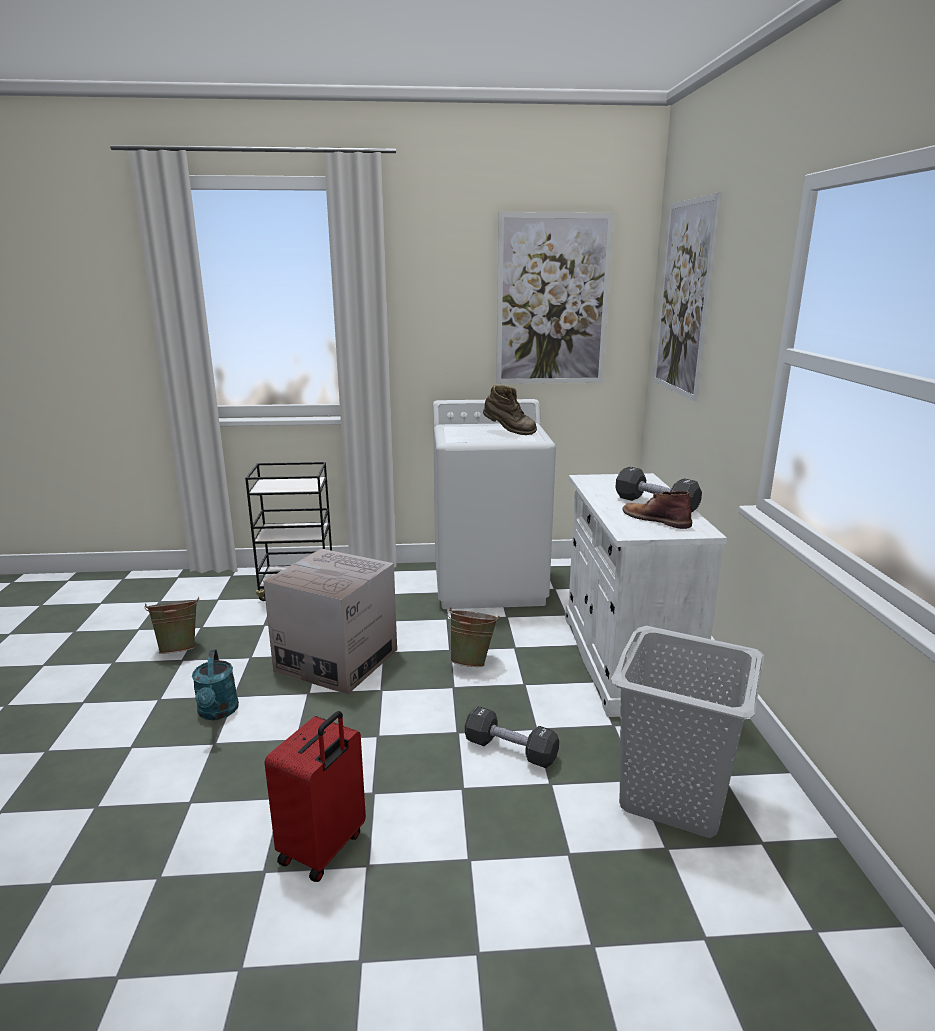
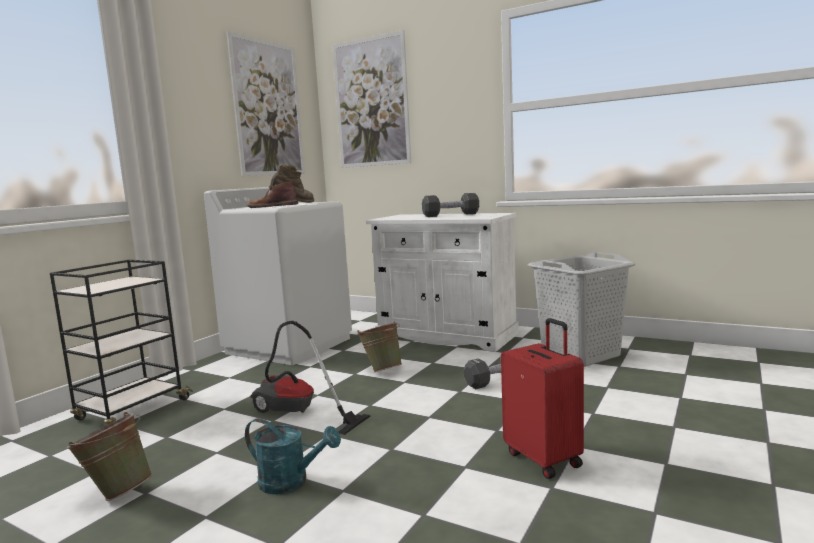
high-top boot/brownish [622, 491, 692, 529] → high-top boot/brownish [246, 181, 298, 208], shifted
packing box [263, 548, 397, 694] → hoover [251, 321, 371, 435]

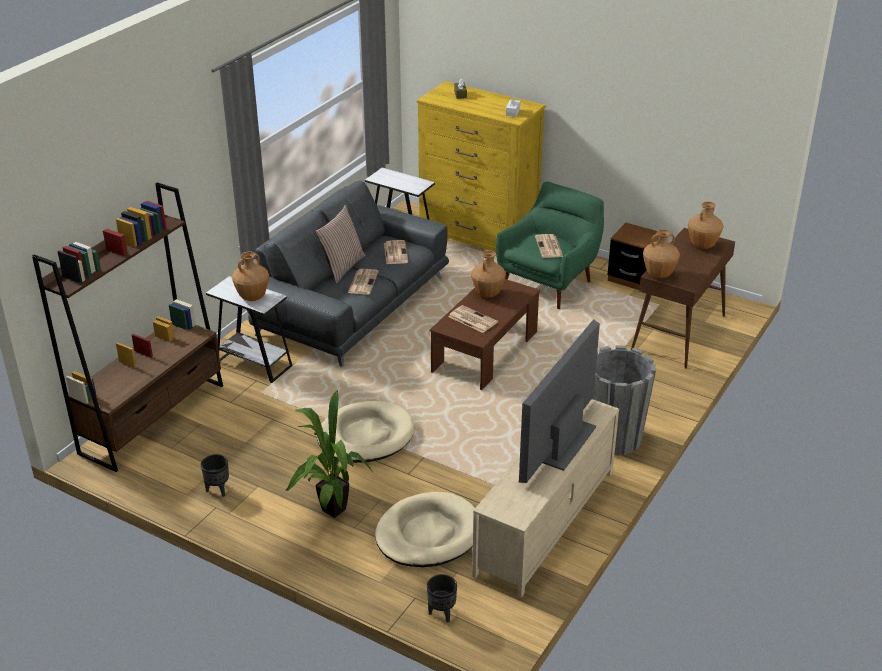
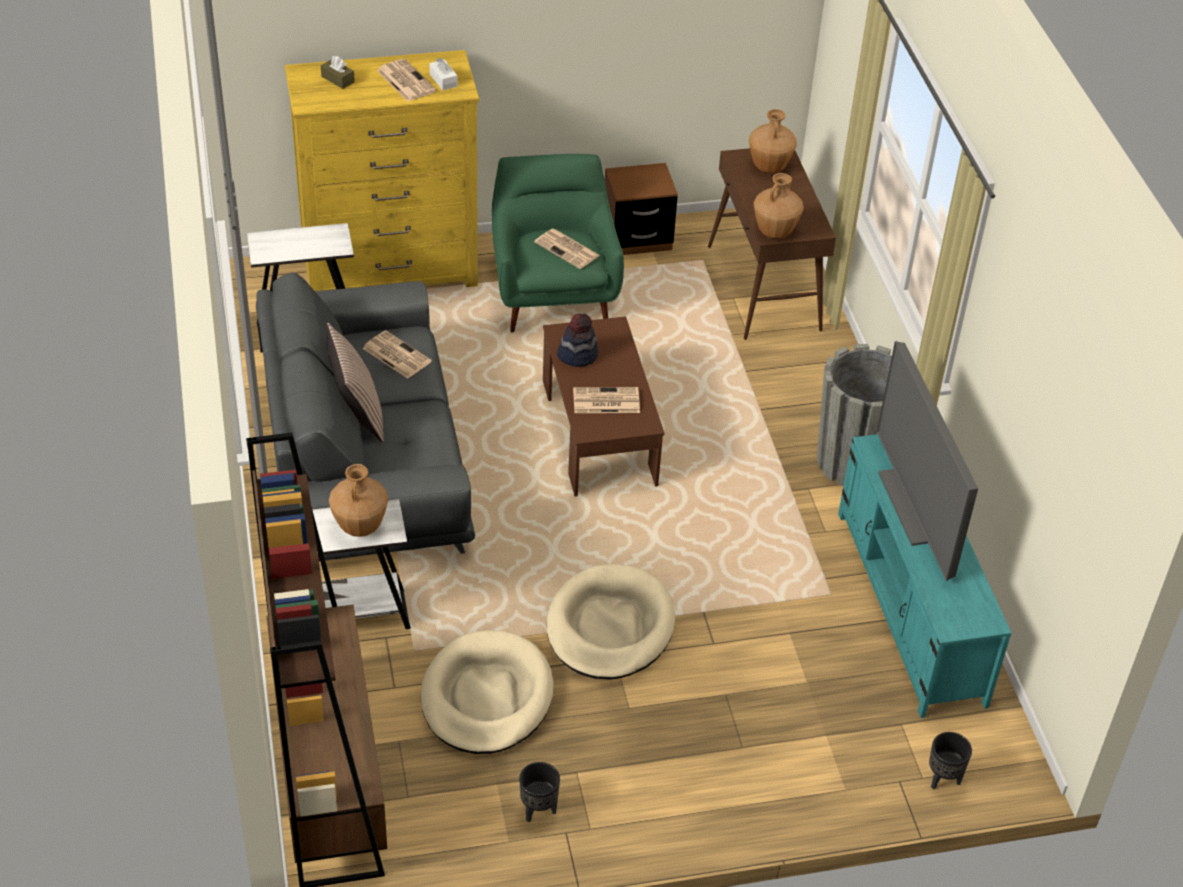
decorative vase/brownish [471, 250, 506, 298] → wearable hat [557, 314, 598, 367]
daily paper [348, 269, 379, 295] → daily paper [377, 59, 437, 102], shifted
plant in a pot [286, 390, 373, 518] → -
media console/sand-coloured [472, 399, 619, 598] → media console/blue-green [838, 434, 1012, 718]
dog cushion/sand-coloured [375, 492, 475, 567] → dog cushion/sand-coloured [421, 630, 554, 754], shifted

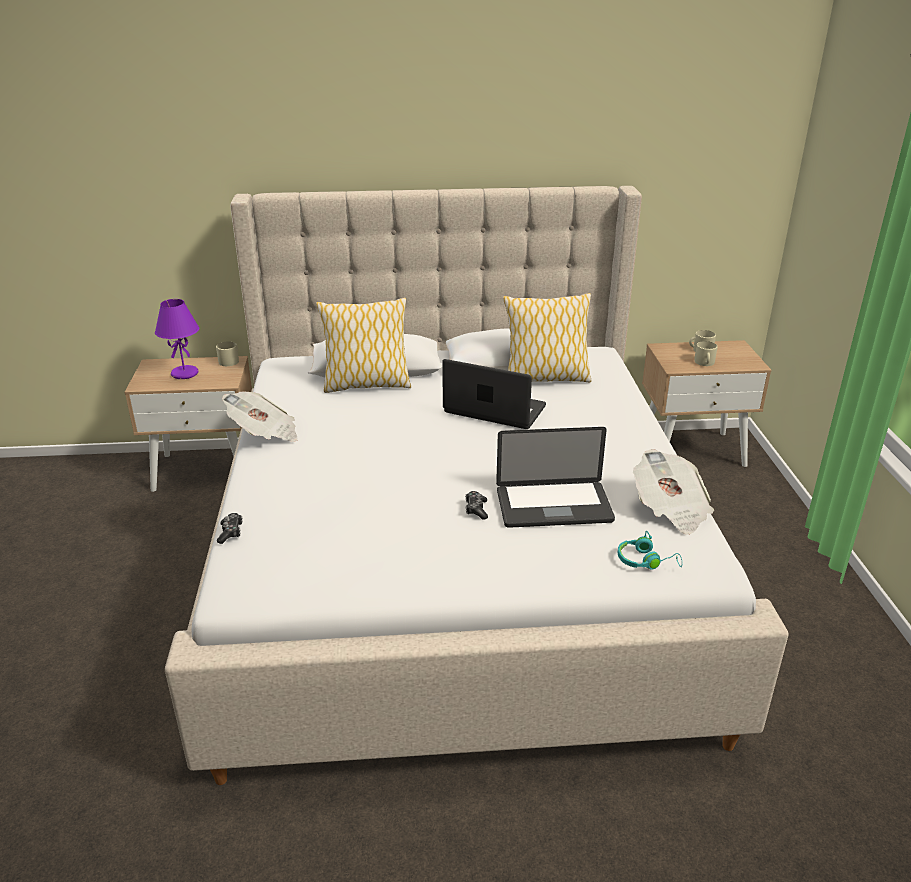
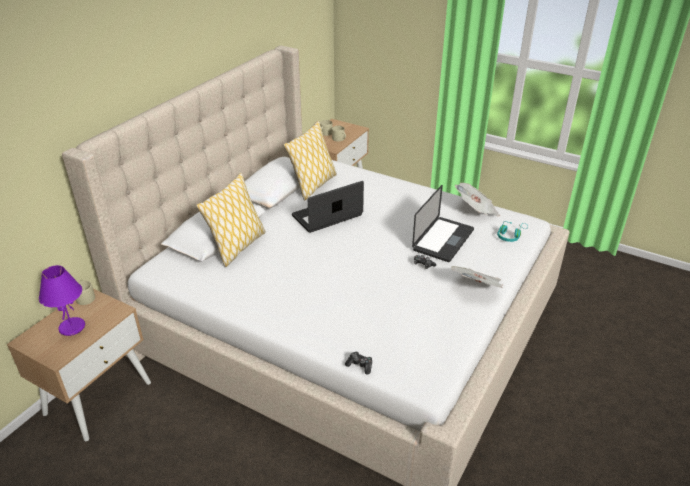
daily paper [222, 392, 298, 442] → daily paper [451, 266, 503, 288], shifted

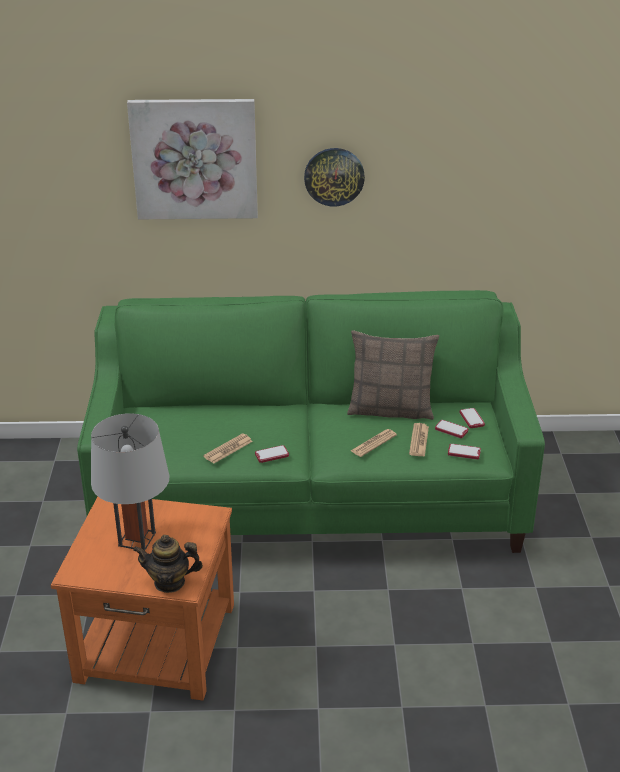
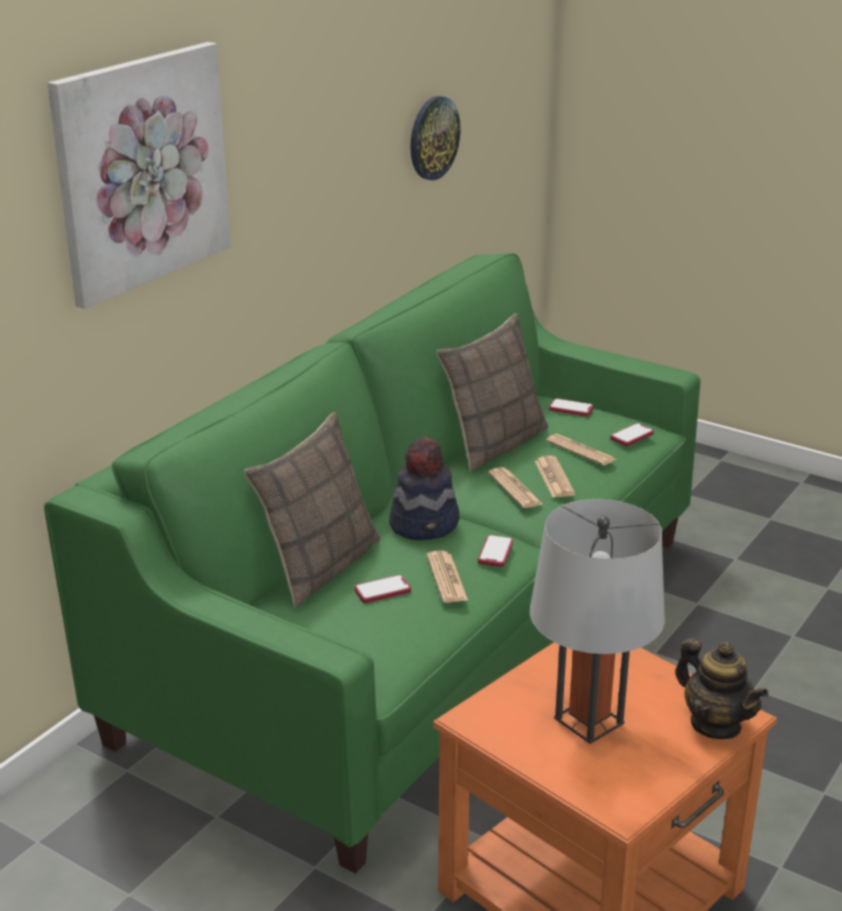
hanging clock [304, 148, 365, 206] → hanging clock [410, 96, 461, 180], shifted
telephone [435, 420, 468, 438] → telephone [354, 575, 411, 603], shifted
tea pot [133, 535, 203, 593] → tea pot [675, 638, 768, 739], 75 degrees counterclockwise
- → cushion [244, 412, 380, 608]
- → wearable hat [389, 436, 460, 540]
- → daily paper [488, 467, 543, 508]

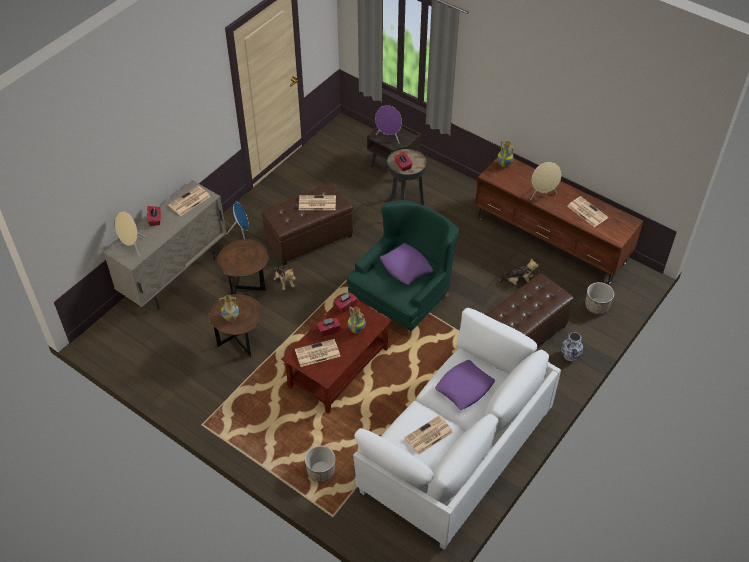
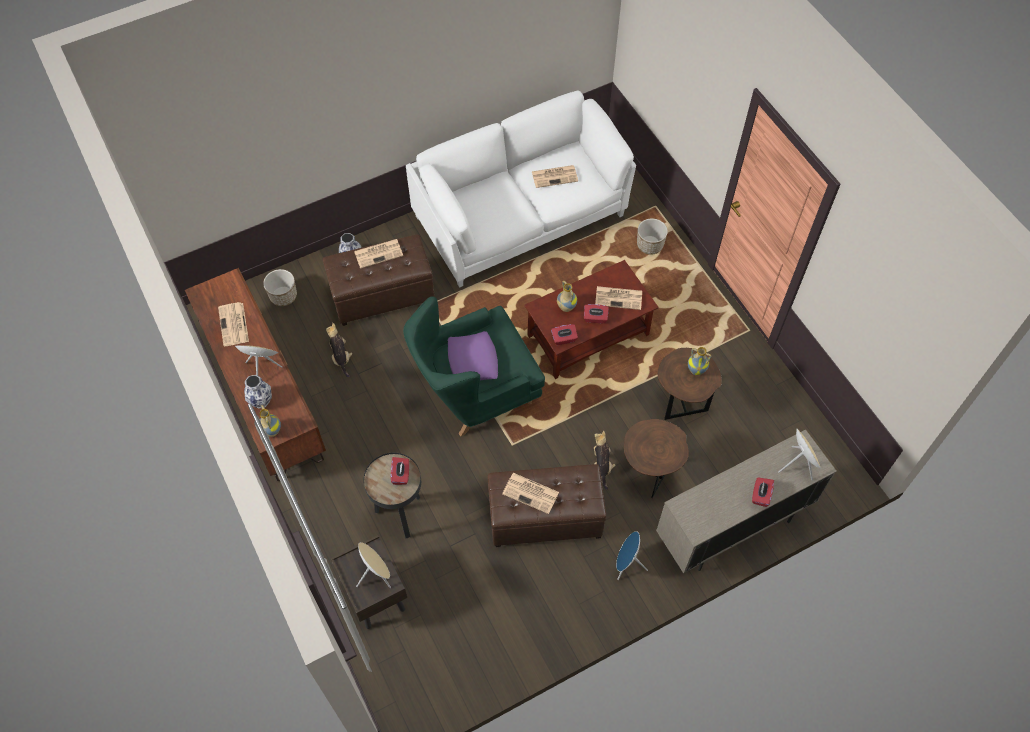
loudspeaker/purple [375, 105, 402, 143] → loudspeaker/sand-coloured [356, 542, 391, 588]
daily paper [168, 186, 211, 216] → daily paper [354, 239, 403, 269], shifted
plush toy [498, 258, 539, 285] → plush toy [326, 323, 352, 377], 45 degrees clockwise
cushion/purple [435, 360, 495, 410] → -
- → decorative vase [244, 375, 272, 408]

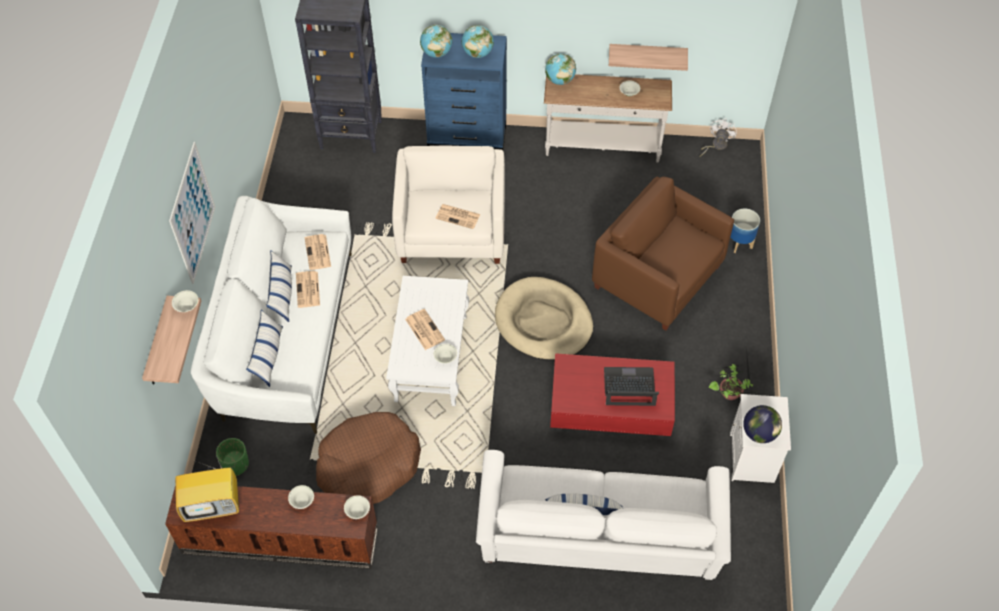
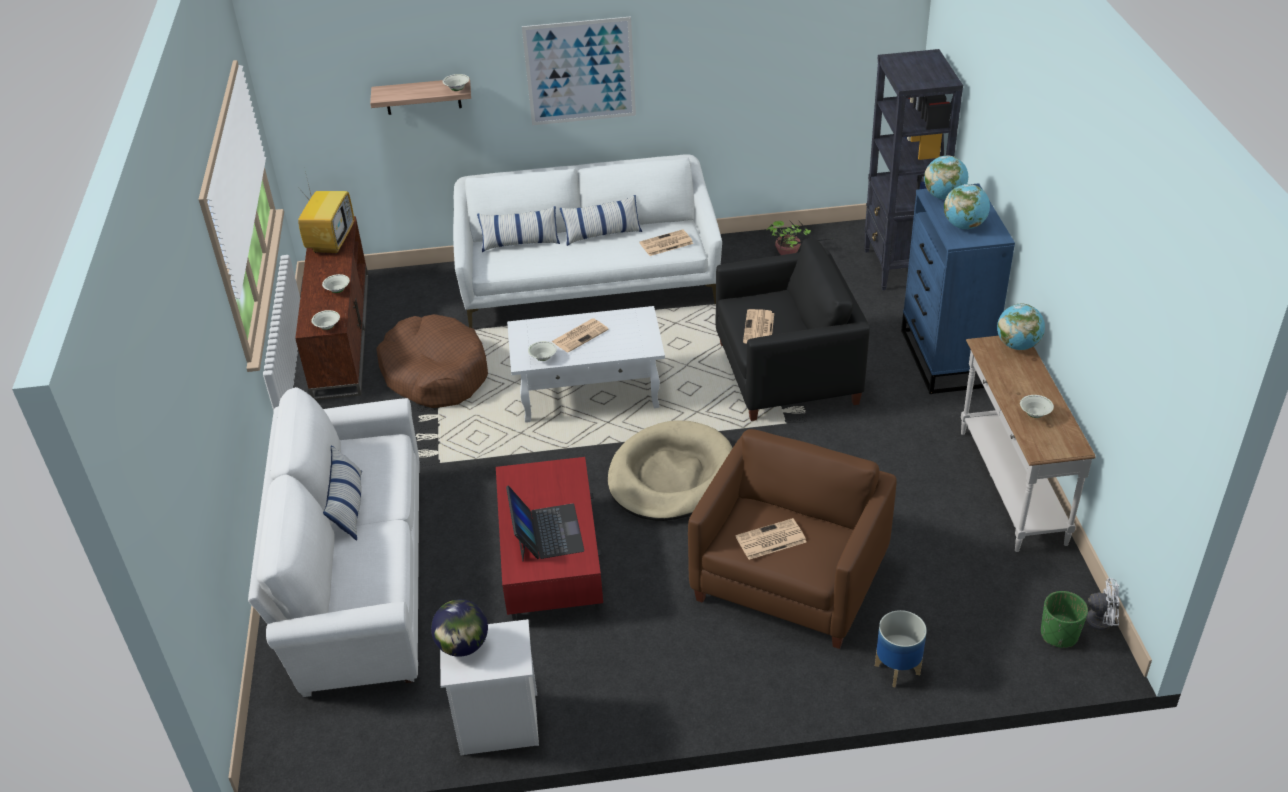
wall shelf [609, 44, 688, 71] → -
lounge chair/whitish [392, 146, 505, 264] → lounge chair/black [716, 239, 870, 421]
daily paper [296, 271, 320, 308] → daily paper [736, 518, 807, 560], shifted
plant in a pot [709, 348, 761, 400] → plant in a pot [766, 220, 837, 255], shifted
planter/greenish [216, 438, 249, 476] → planter/greenish [1041, 591, 1088, 648], shifted
TV [175, 456, 239, 522] → TV [297, 167, 354, 254], 150 degrees counterclockwise

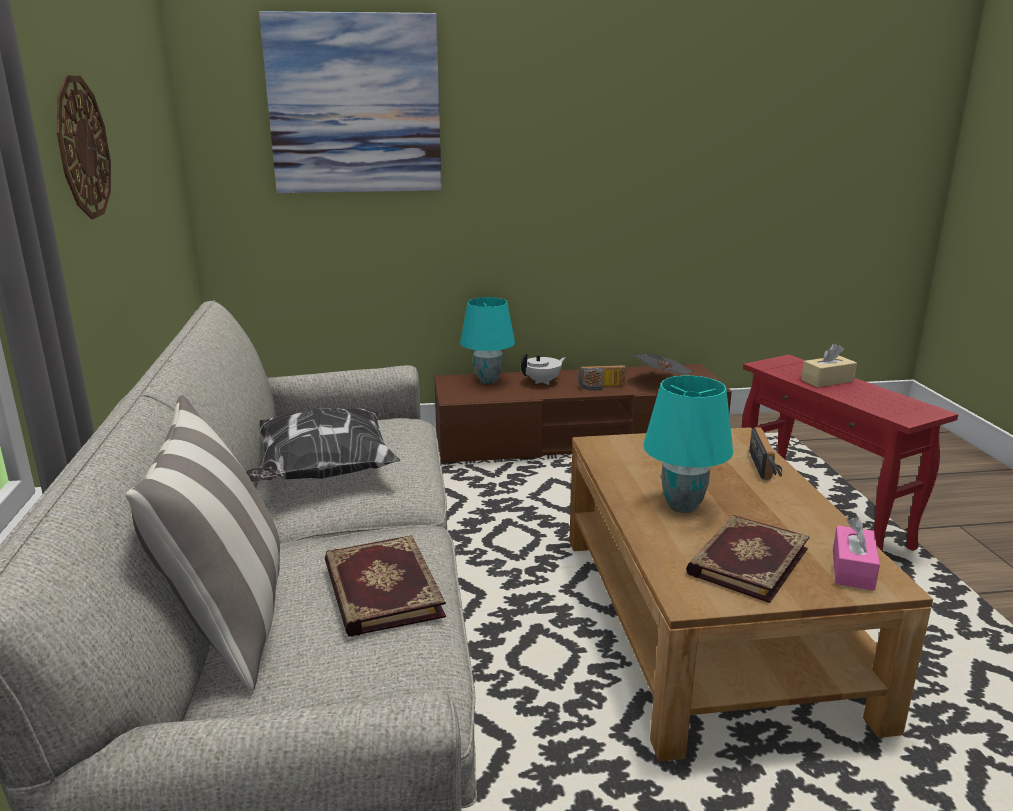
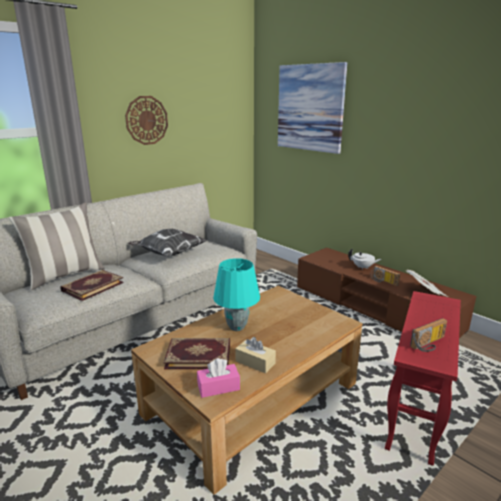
lamp for a table/blue-green [460, 297, 515, 384] → -
tissue holder/sand-coloured [801, 343, 857, 387] → tissue holder/sand-coloured [235, 337, 276, 374], shifted
radio [749, 427, 783, 480] → radio [410, 318, 447, 352], shifted

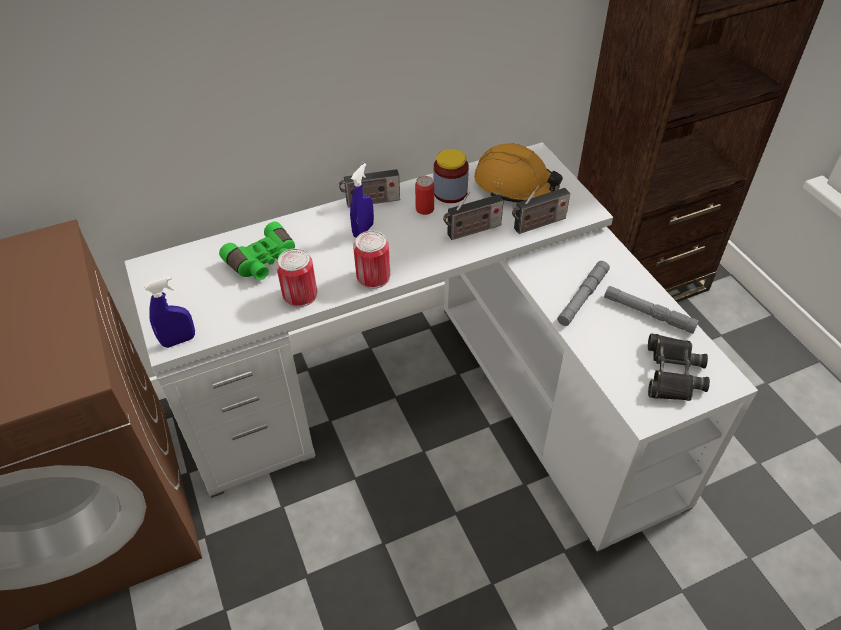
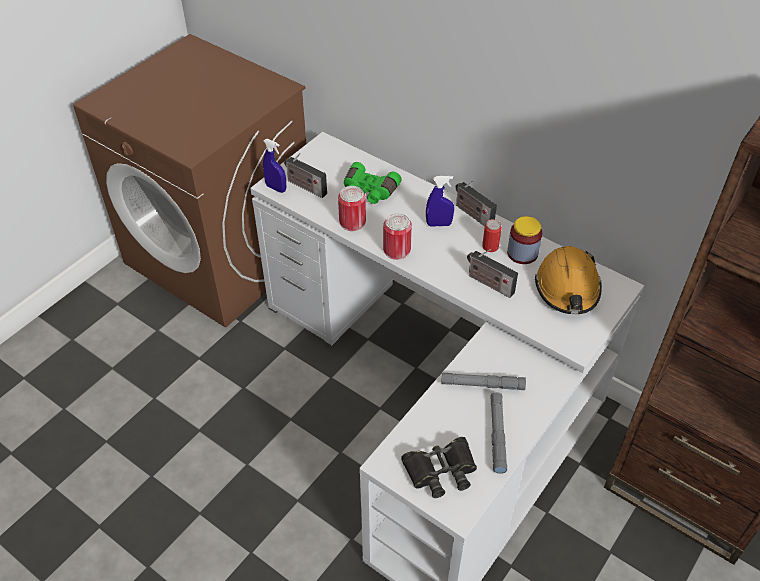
radio [512, 185, 570, 234] → radio [284, 153, 327, 198], shifted

